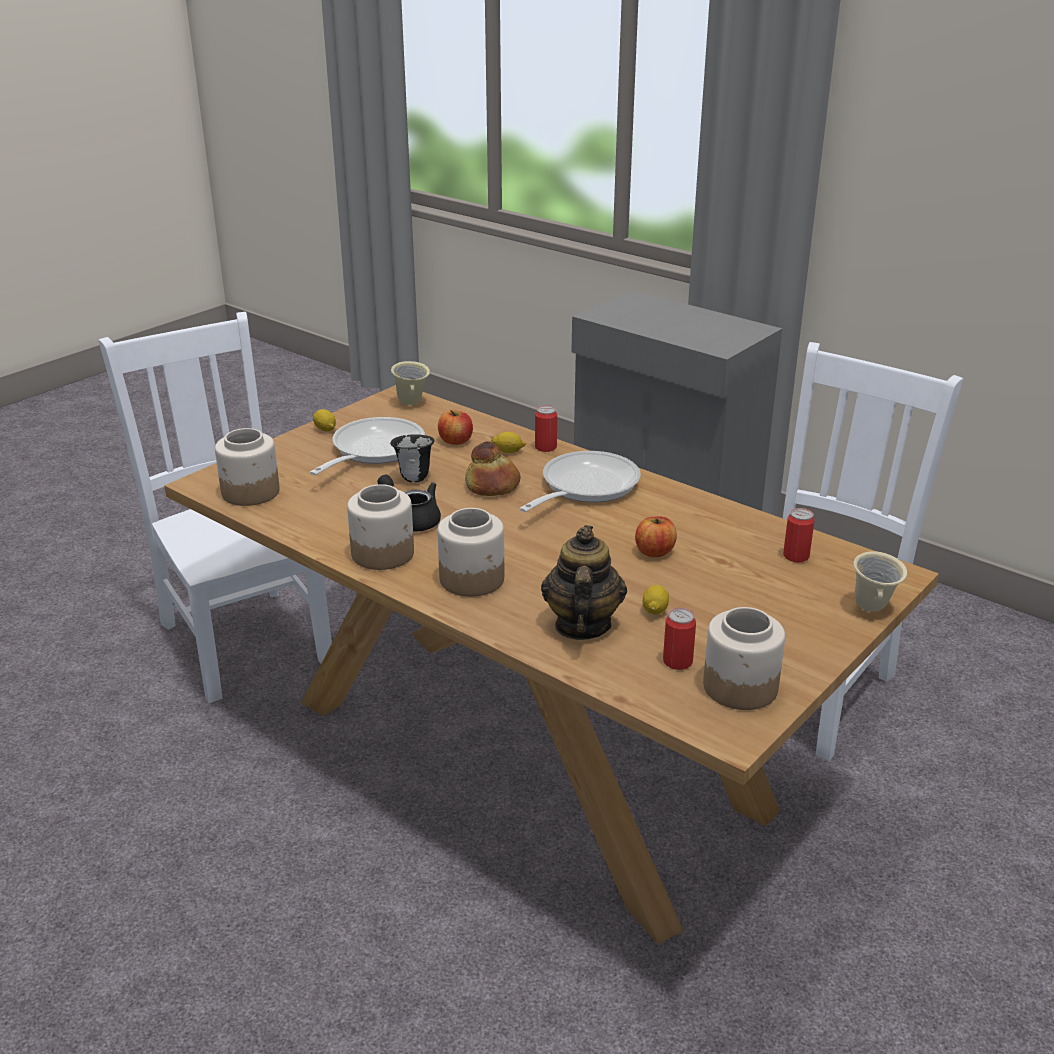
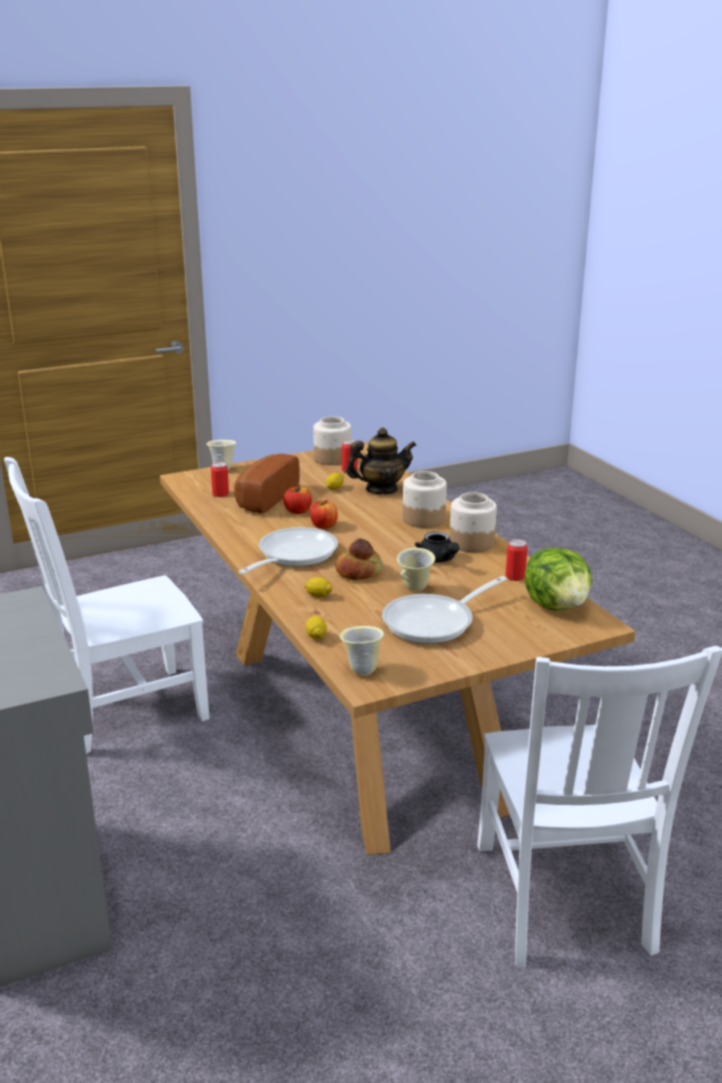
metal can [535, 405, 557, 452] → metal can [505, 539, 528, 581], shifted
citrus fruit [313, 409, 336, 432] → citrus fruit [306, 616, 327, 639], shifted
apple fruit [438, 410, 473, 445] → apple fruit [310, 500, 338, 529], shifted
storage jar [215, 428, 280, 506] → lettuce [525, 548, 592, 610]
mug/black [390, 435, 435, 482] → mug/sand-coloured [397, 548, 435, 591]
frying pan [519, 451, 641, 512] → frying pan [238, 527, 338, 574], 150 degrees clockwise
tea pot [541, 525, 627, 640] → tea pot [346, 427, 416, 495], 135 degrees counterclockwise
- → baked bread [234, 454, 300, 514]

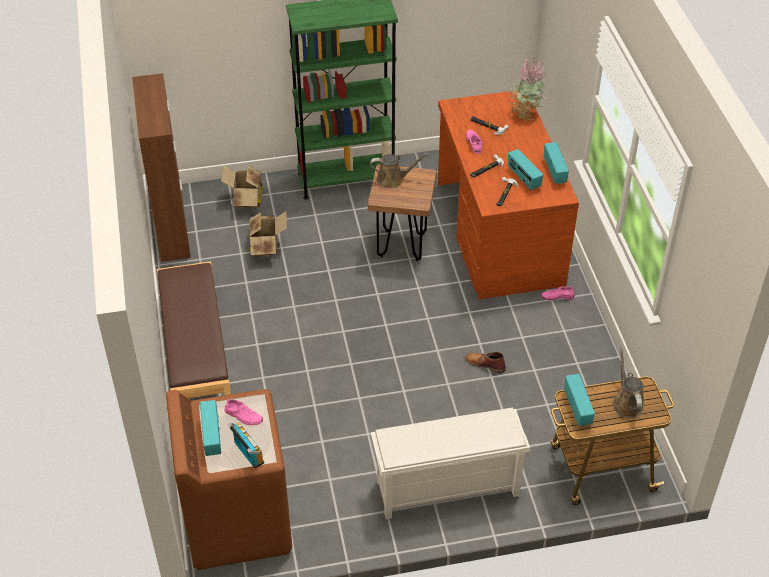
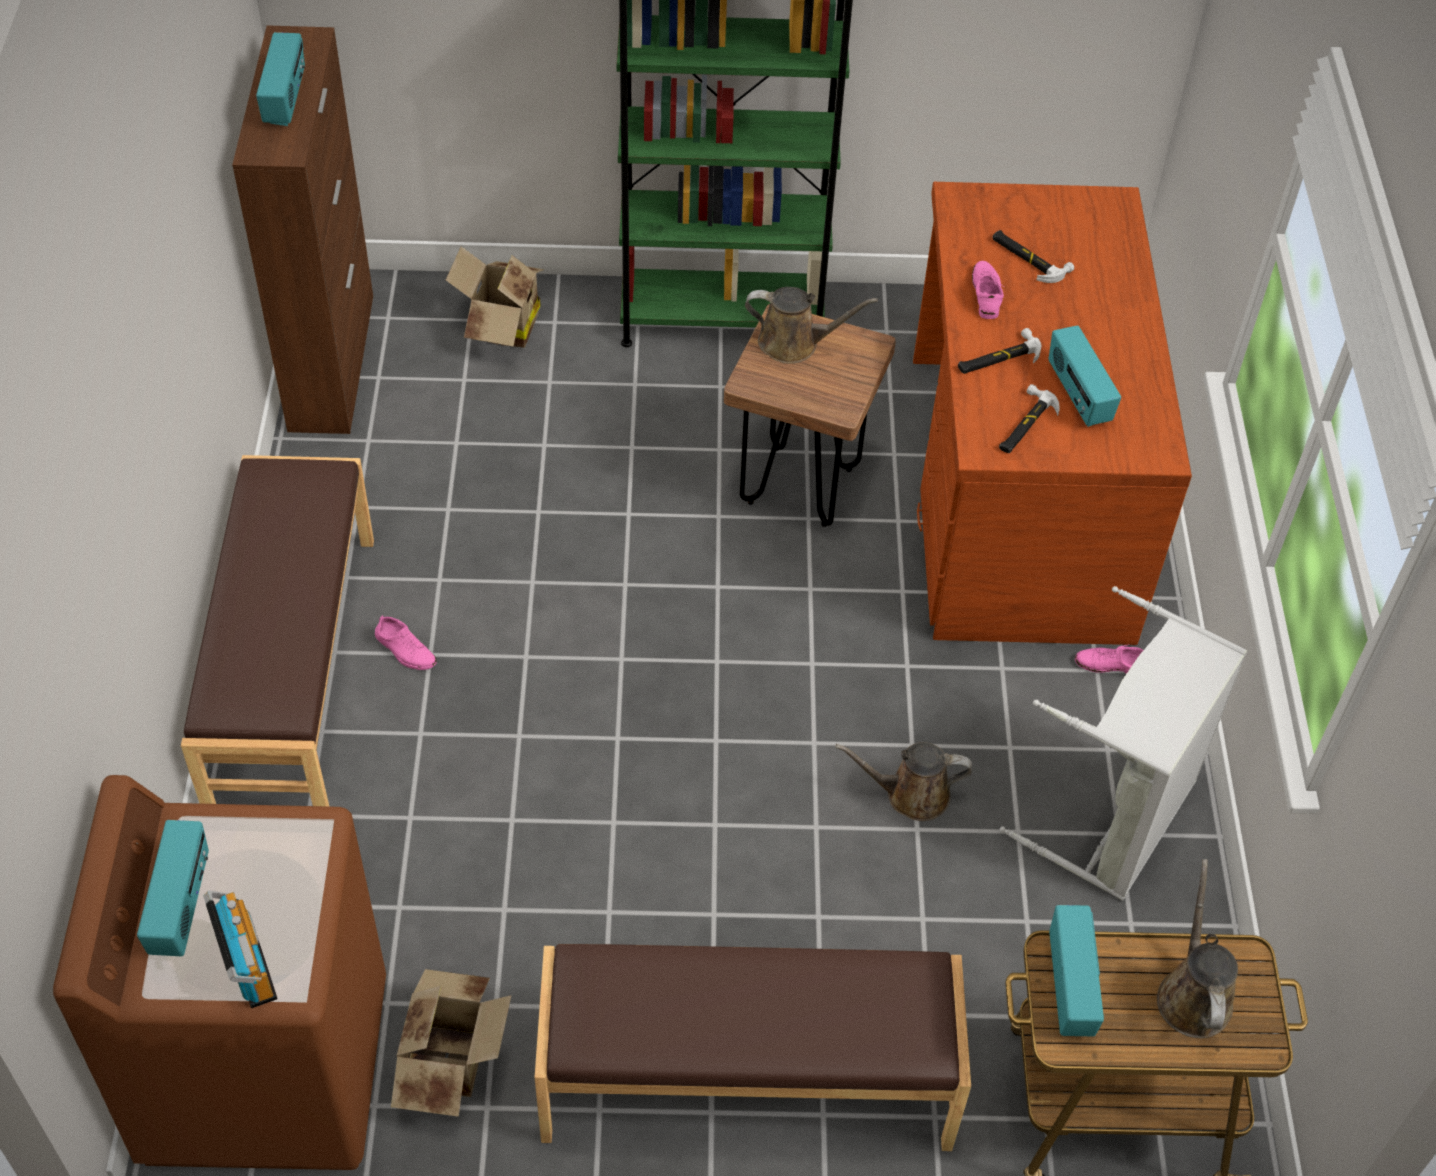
plant in a pot [510, 57, 547, 122] → -
radio [544, 142, 569, 184] → radio [256, 32, 305, 126], shifted
packing box [249, 211, 287, 256] → packing box [391, 969, 512, 1117], shifted
high-top boot/brownish [465, 352, 506, 373] → watering can/brownish [836, 742, 972, 821]
item of footwear/pink [225, 399, 263, 425] → item of footwear/pink [375, 615, 437, 670], shifted
shoe shelf/whitish [371, 408, 530, 519] → long seat/brownish [535, 944, 971, 1151]
- → hamper/grey [1000, 586, 1247, 900]

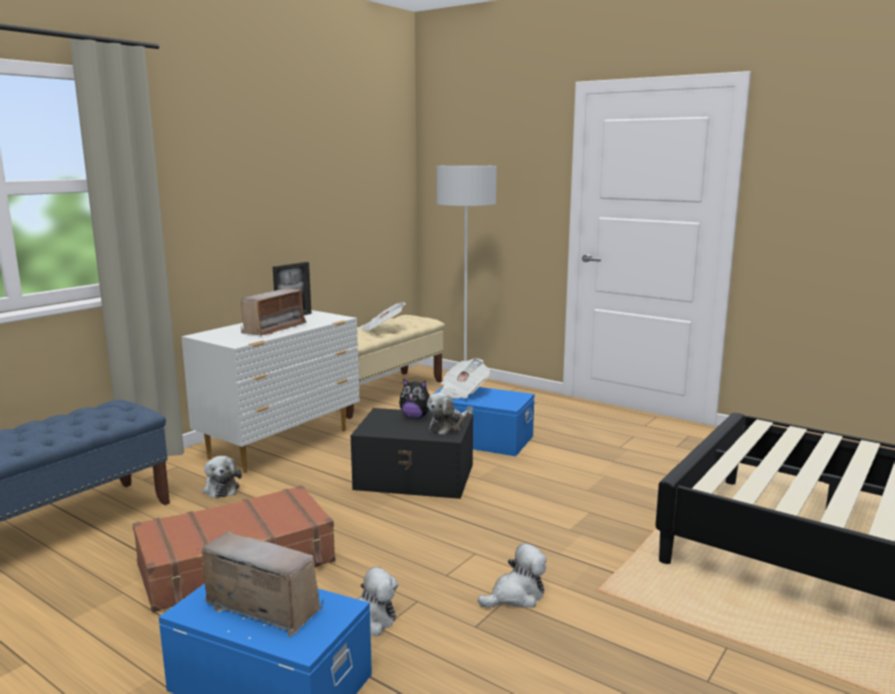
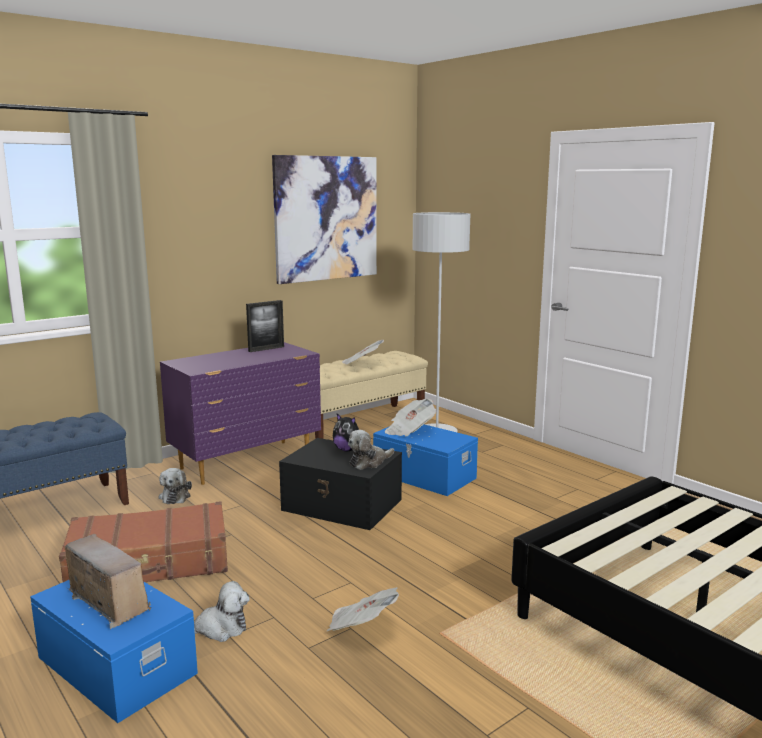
radio [241, 288, 306, 336] → -
dresser/whitish [181, 310, 360, 473] → dresser/purple [160, 342, 321, 485]
plush toy [478, 543, 547, 608] → daily paper [327, 587, 399, 631]
- → picture [272, 155, 377, 284]

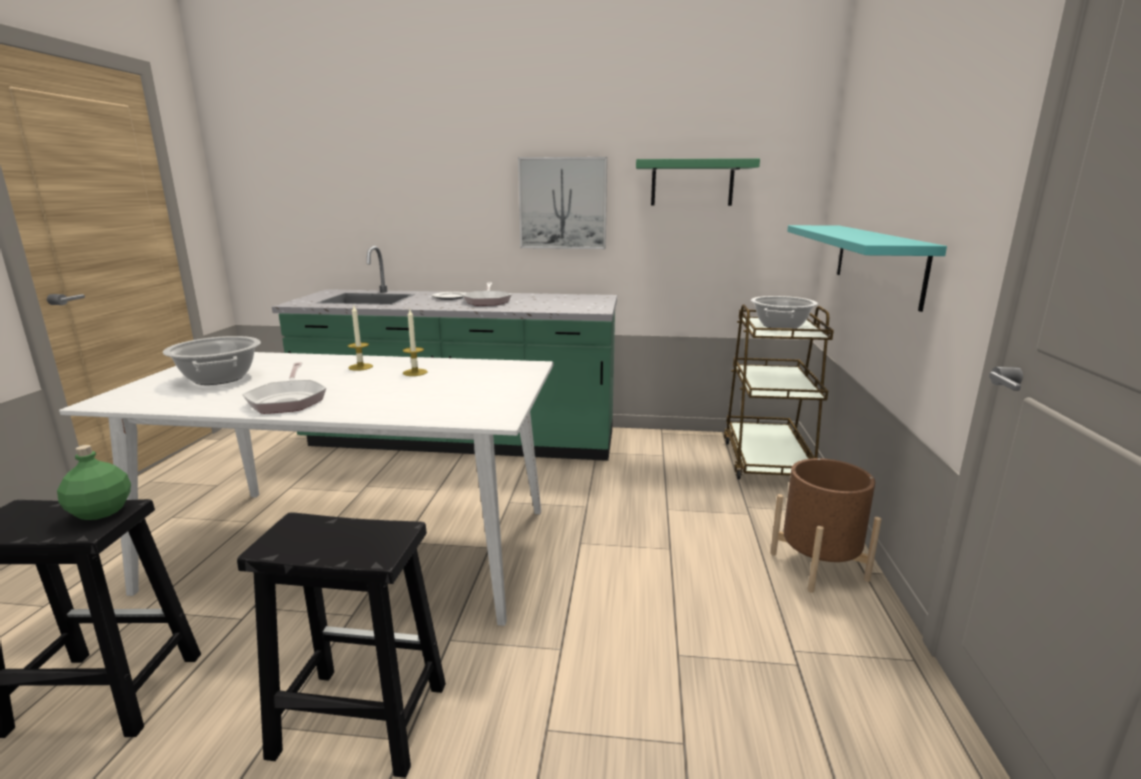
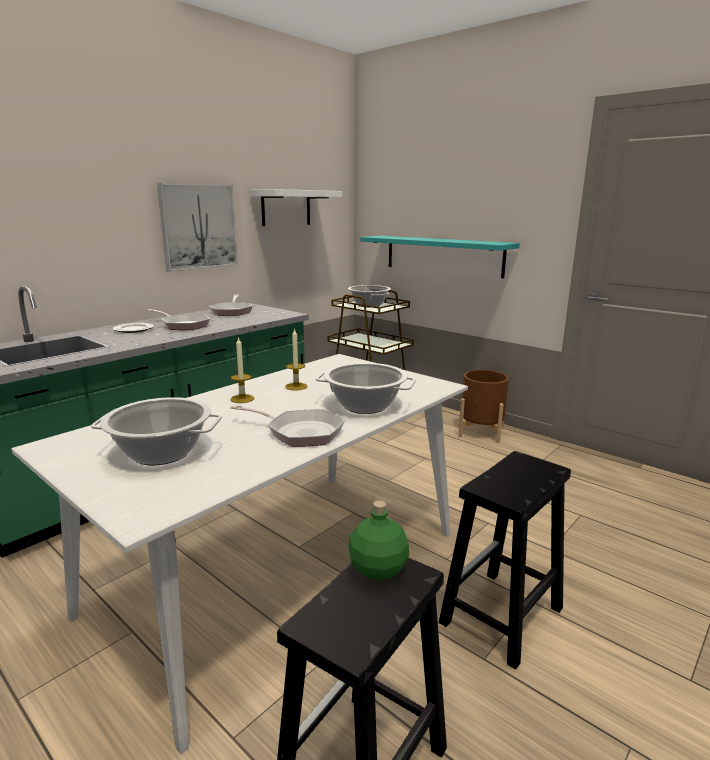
wall shelf/greenish [636, 158, 760, 206] → wall shelf/whitish [250, 189, 342, 226]
- → frying pan [209, 295, 253, 316]
- → stockpot [316, 363, 416, 414]

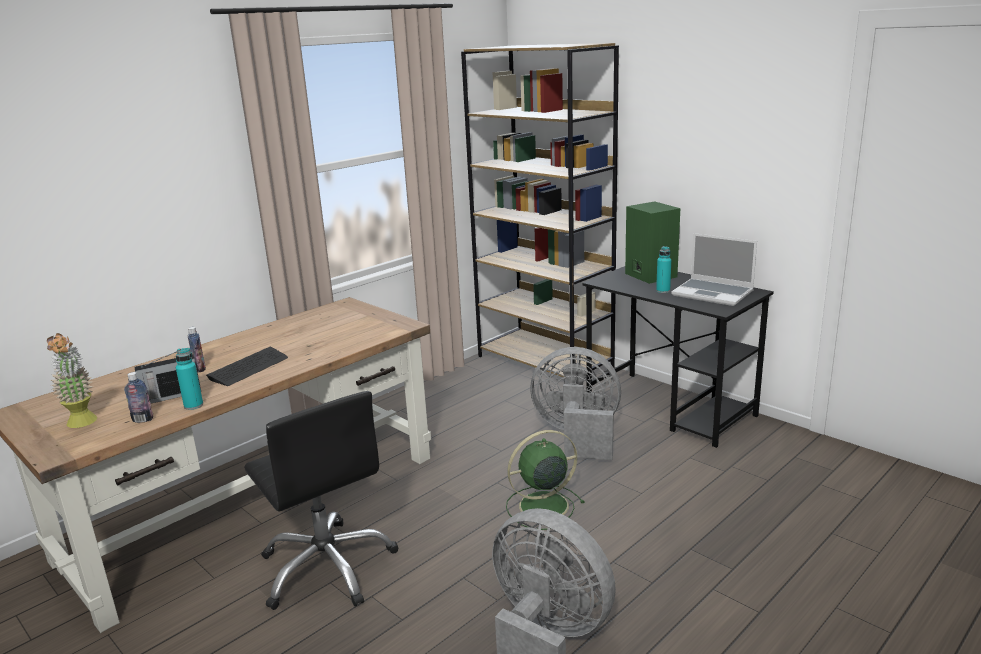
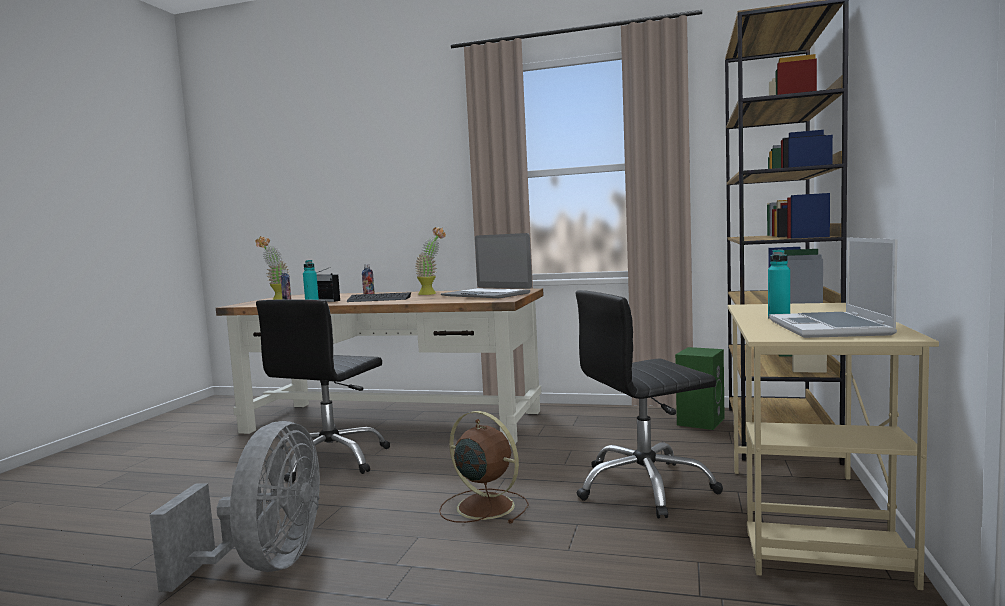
loudspeaker/greenish [625, 201, 680, 284] → loudspeaker/greenish [675, 347, 725, 430], shifted
desk unit/black [582, 266, 774, 448] → desk unit/sand-coloured [728, 303, 939, 590]
cooling fan/grey [530, 347, 621, 460] → computer chair/black [576, 290, 723, 518]
cooling fan/greenish [506, 430, 585, 530] → cooling fan/brownish [439, 411, 529, 524]
- → plant in a pot [415, 227, 446, 295]
- → notebook computer [441, 233, 532, 298]

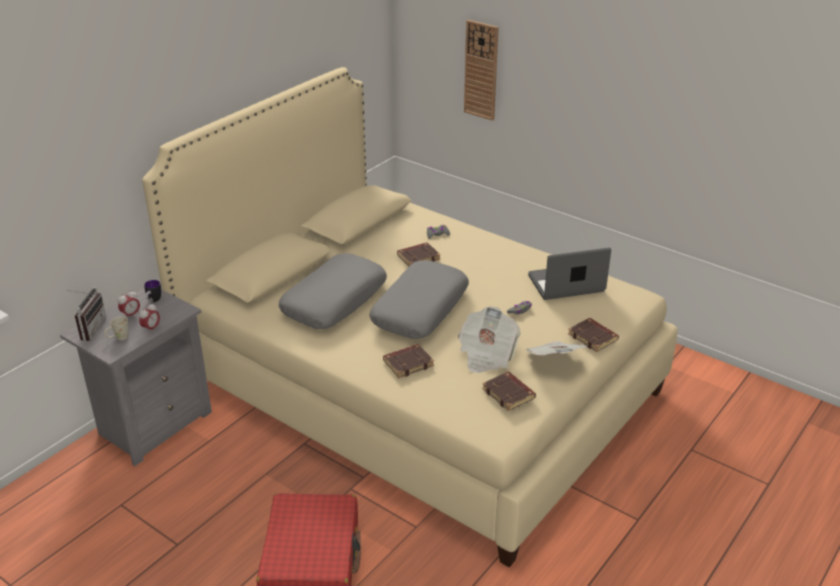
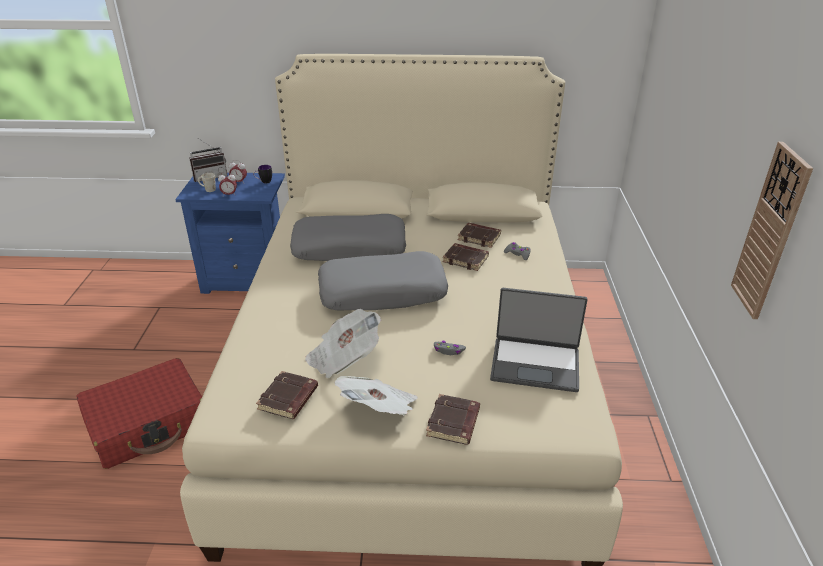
hanging clock [464, 20, 499, 121] → hanging clock [731, 142, 813, 319], shifted
notebook computer [528, 247, 611, 300] → notebook computer [490, 288, 588, 392], 150 degrees clockwise
bedside table/grey [60, 288, 212, 466] → bedside table/blue [175, 173, 285, 294]
book/brownish [383, 344, 434, 378] → book/brownish [458, 223, 501, 248], shifted

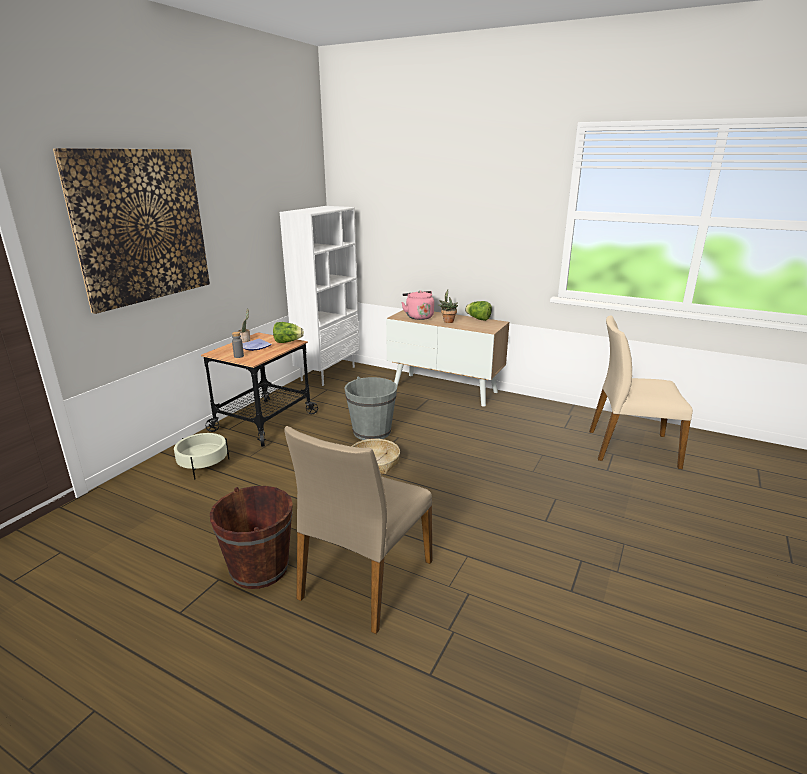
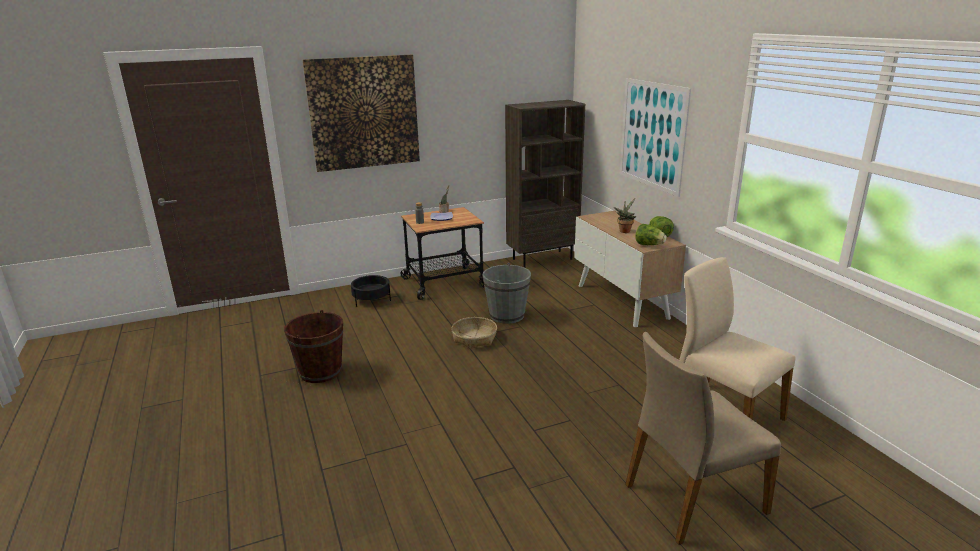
shelving unit/whitish [280, 206, 360, 386] → shelving unit/brownish [505, 100, 585, 268]
tea kettle/pink [401, 290, 434, 320] → -
lettuce [273, 322, 304, 343] → lettuce [635, 224, 667, 245], shifted
upright chair/sand-coloured [284, 426, 432, 634] → upright chair/sand-coloured [625, 332, 781, 545], shifted
planter/sand-coloured [174, 433, 229, 480] → planter/black [351, 275, 391, 307]
- → picture [620, 78, 691, 197]

